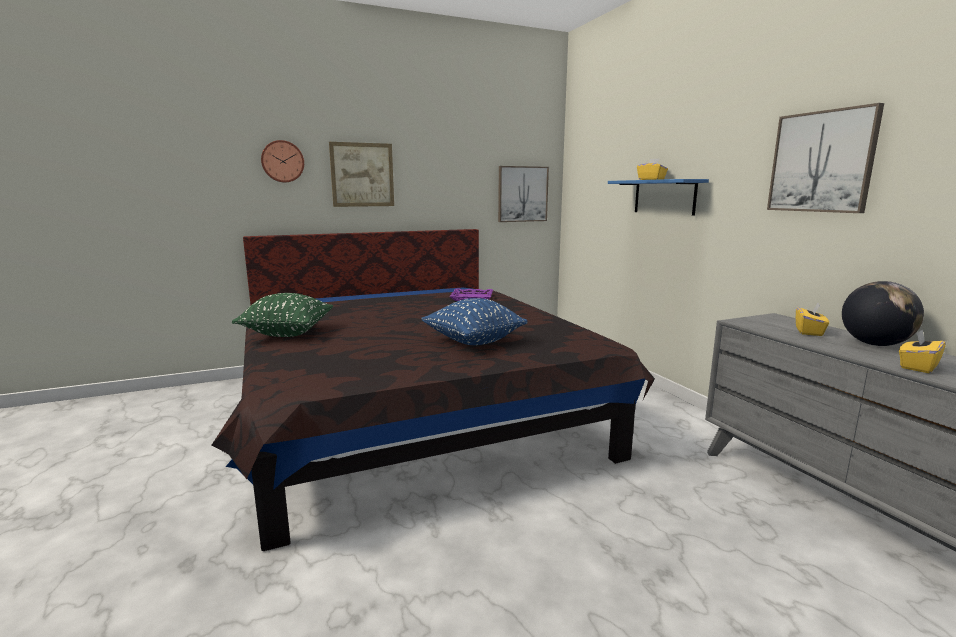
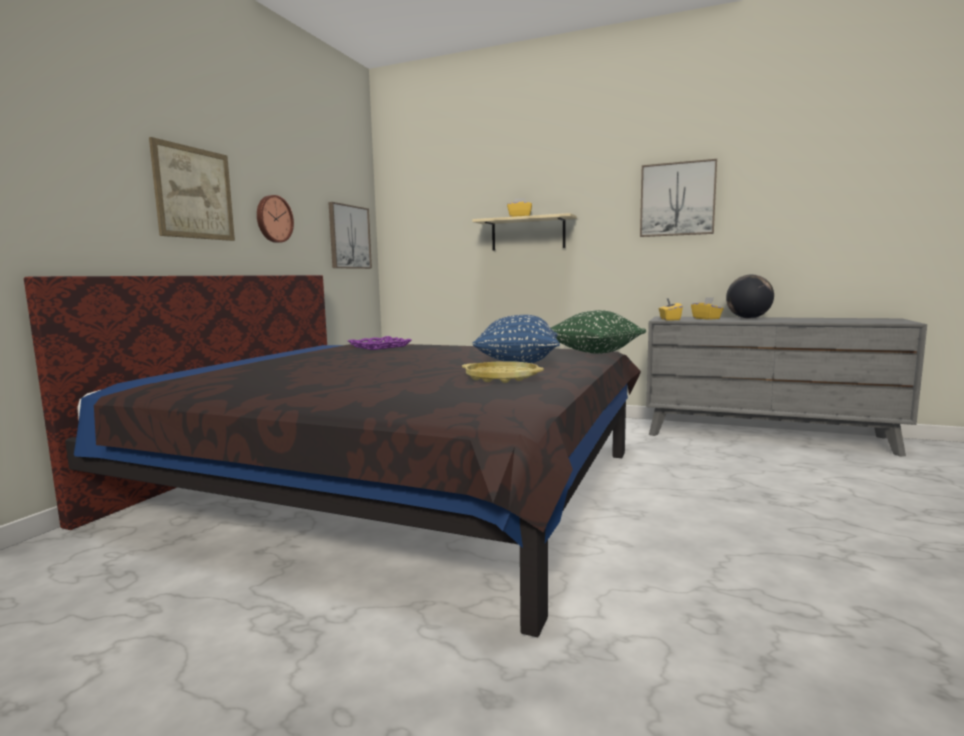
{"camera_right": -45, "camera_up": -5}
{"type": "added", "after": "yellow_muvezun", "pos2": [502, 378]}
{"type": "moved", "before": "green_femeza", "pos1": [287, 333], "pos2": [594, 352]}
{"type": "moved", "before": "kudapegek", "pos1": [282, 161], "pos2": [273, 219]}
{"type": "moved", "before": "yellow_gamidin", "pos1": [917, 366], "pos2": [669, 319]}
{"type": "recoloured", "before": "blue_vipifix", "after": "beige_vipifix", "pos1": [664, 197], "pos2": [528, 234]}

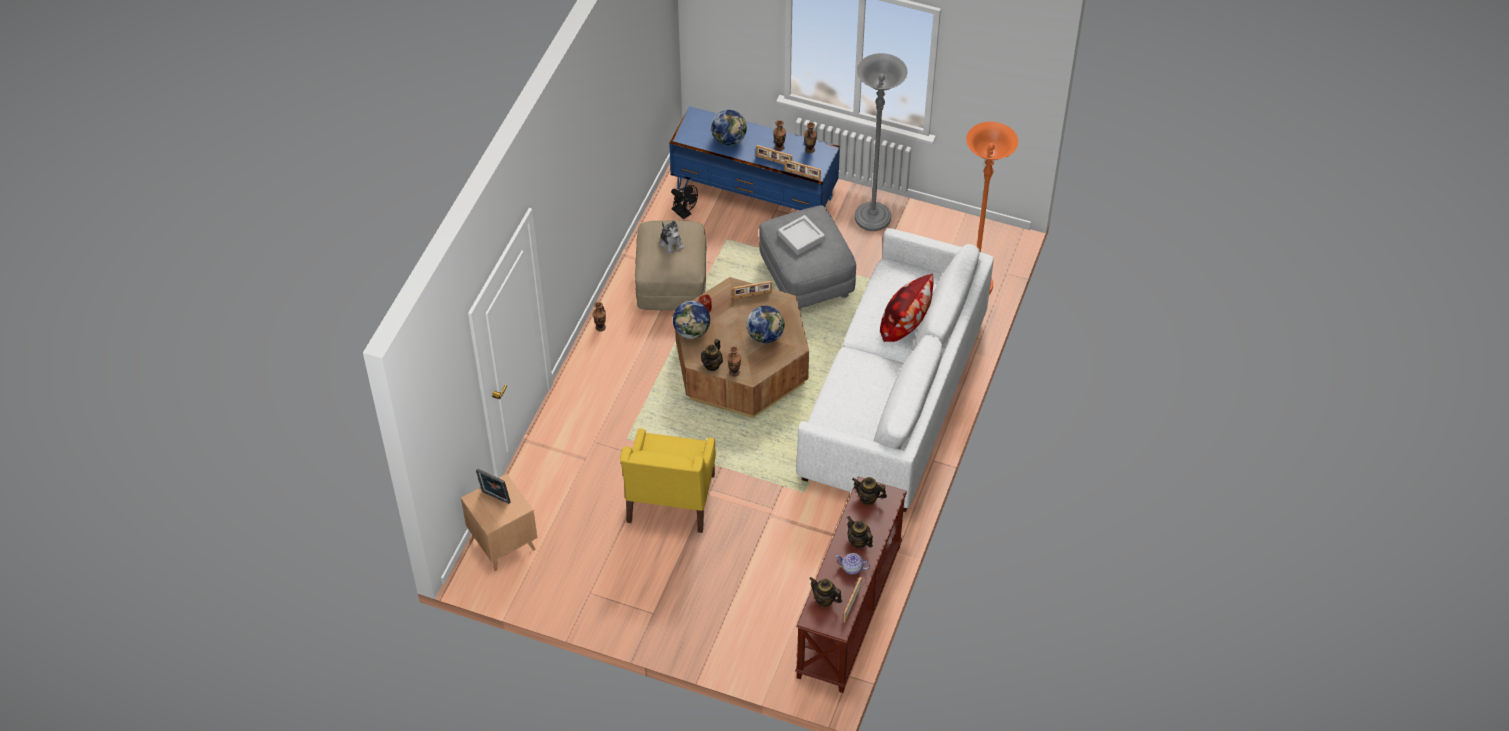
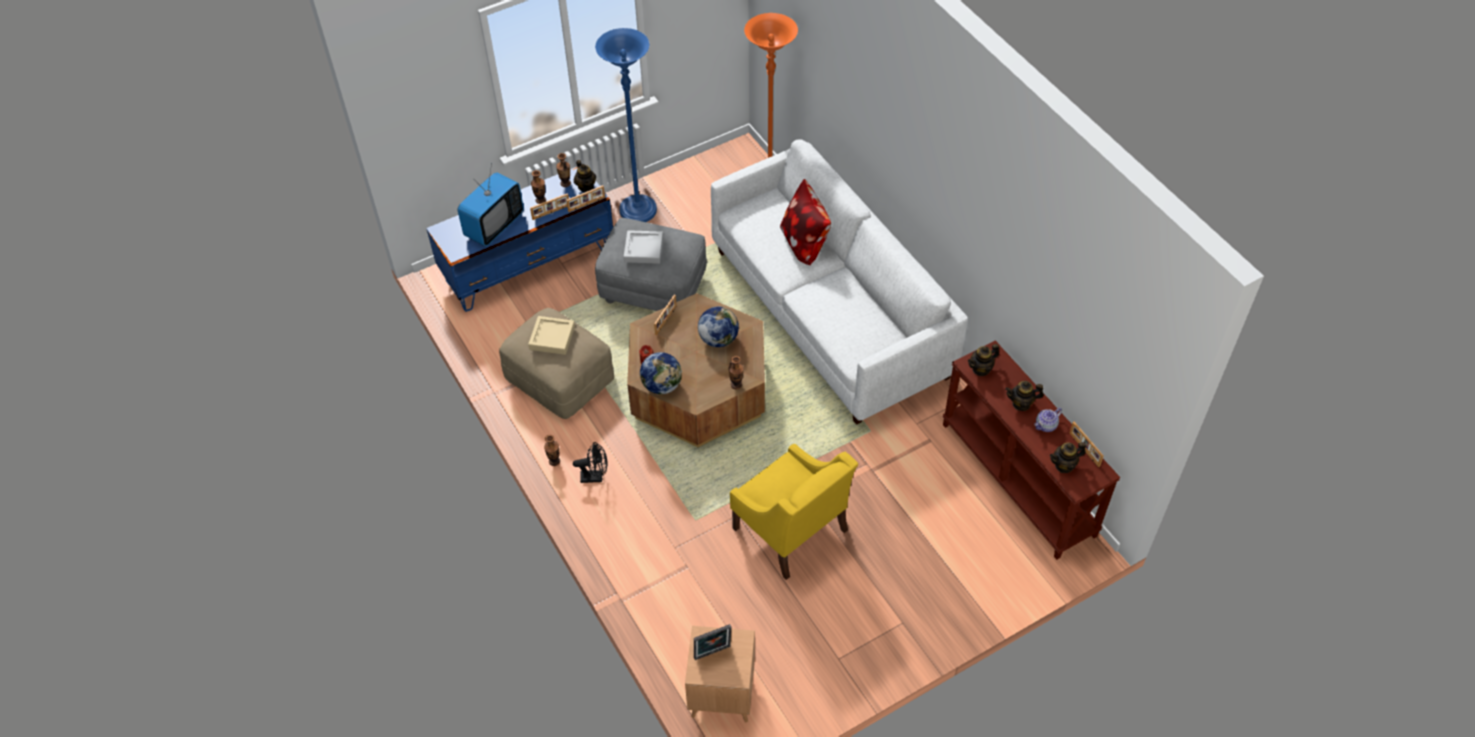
{"camera_right": -50, "camera_up": 0}
{"type": "moved", "before": "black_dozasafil", "pos1": [684, 213], "pos2": [595, 477]}
{"type": "moved", "before": "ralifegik", "pos1": [712, 364], "pos2": [586, 186]}
{"type": "replaced", "before": "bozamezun", "after": "beige_muvezun", "pos1": [671, 243], "pos2": [552, 338]}
{"type": "replaced", "before": "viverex", "after": "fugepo", "pos1": [729, 139], "pos2": [494, 225]}
{"type": "recoloured", "before": "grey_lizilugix", "after": "blue_lizilugix", "pos1": [872, 218], "pos2": [638, 211]}

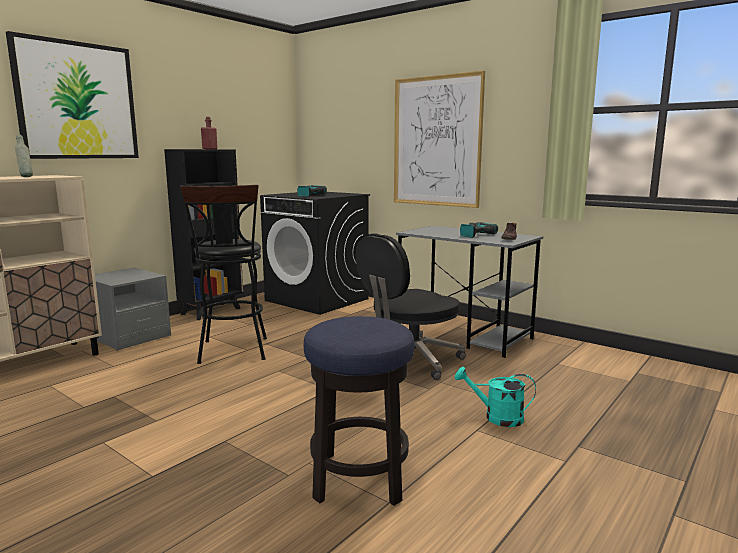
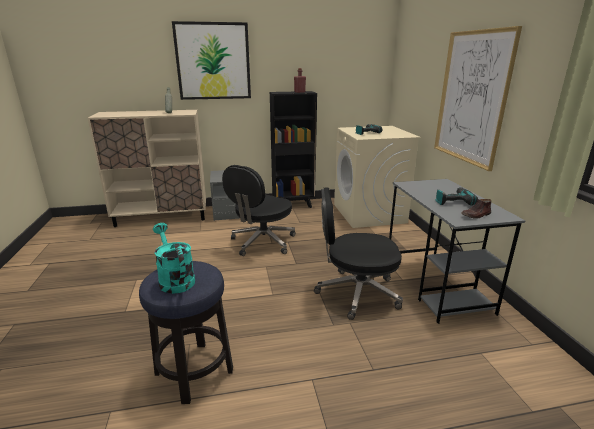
{"camera_right": 40, "camera_up": 10}
{"type": "moved", "before": "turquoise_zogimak", "pos1": [496, 417], "pos2": [174, 279]}
{"type": "replaced", "before": "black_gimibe", "after": "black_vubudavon", "pos1": [233, 352], "pos2": [262, 242]}
{"type": "recoloured", "before": "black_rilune", "after": "beige_rilune", "pos1": [317, 300], "pos2": [369, 213]}

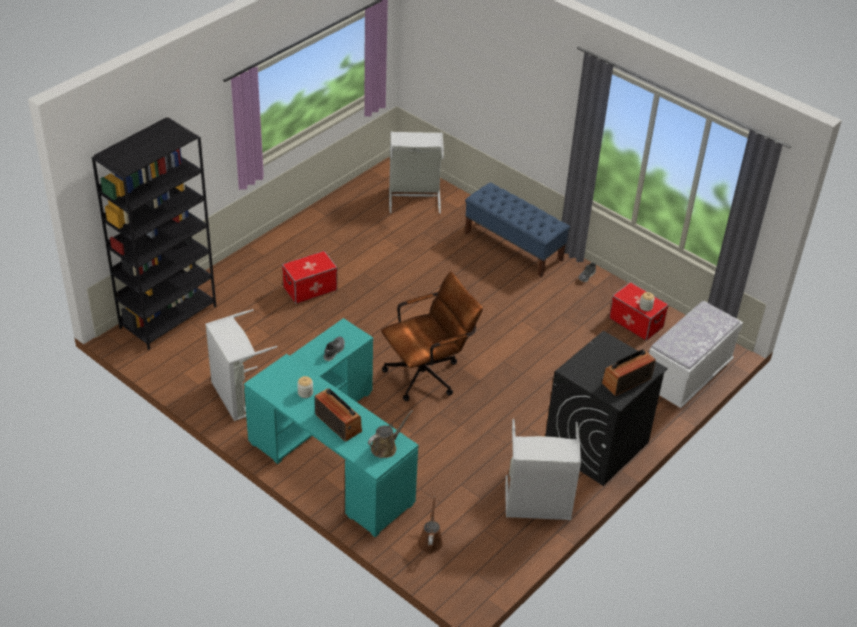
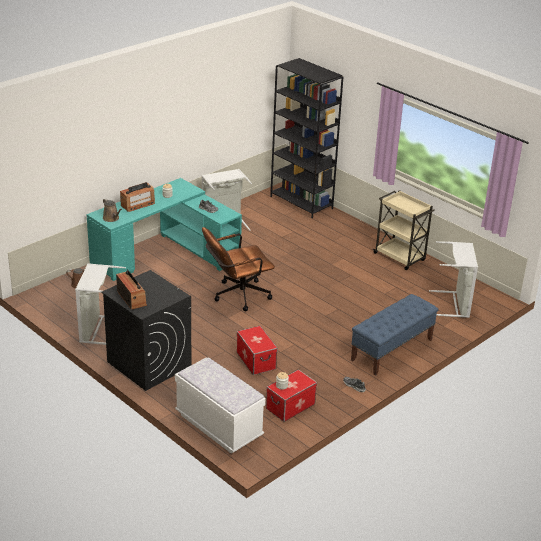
{"camera_right": 95, "camera_up": -10}
{"type": "added", "after": "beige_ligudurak", "pos2": [400, 257]}
{"type": "moved", "before": "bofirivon", "pos1": [310, 288], "pos2": [256, 360]}
{"type": "turned", "before": "brown_vubudavon", "pos1": [428, 373], "pos2": [237, 296], "turn": 90}

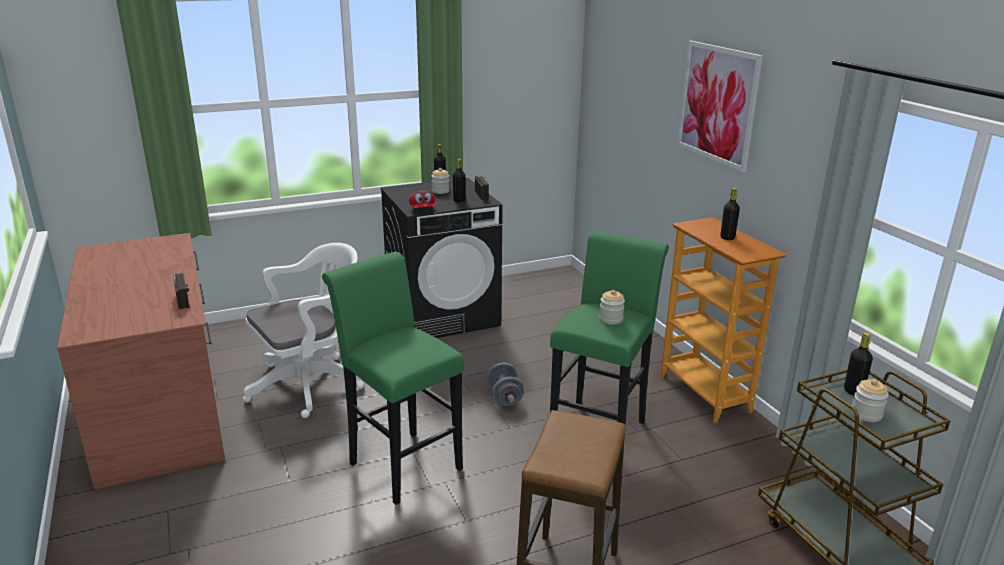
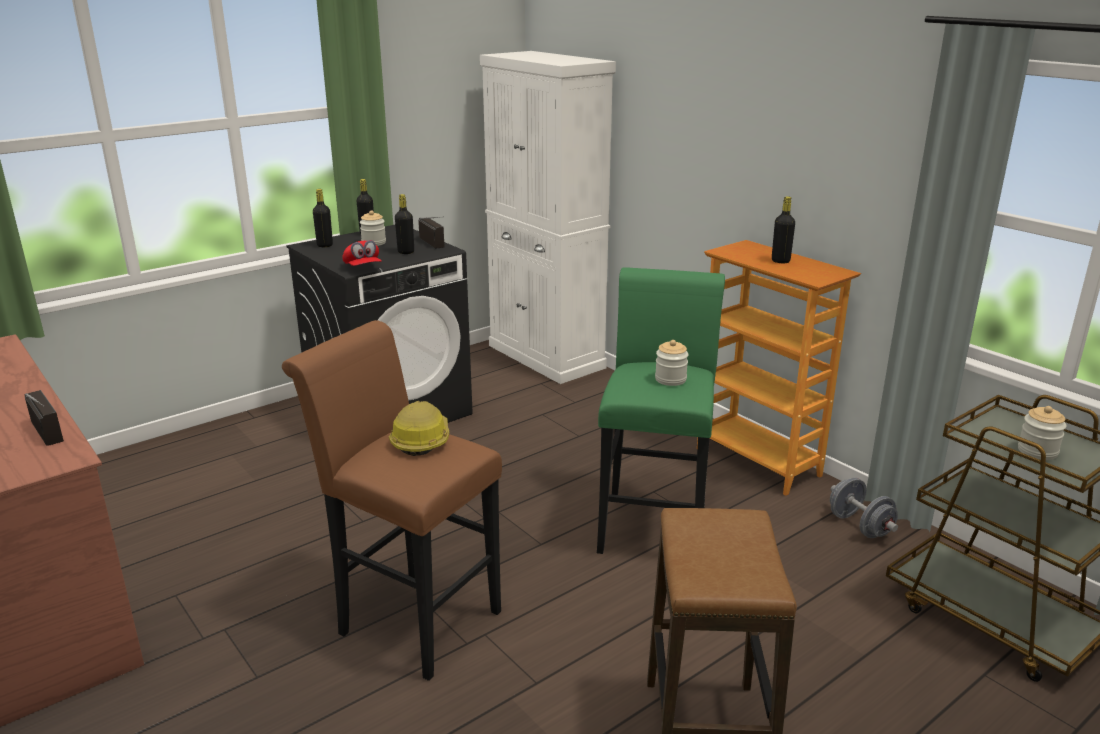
{"camera_right": -15, "camera_up": 0}
{"type": "removed", "before": "white_vubudavon", "pos1": [311, 383]}
{"type": "removed", "before": "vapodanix", "pos1": [717, 104]}
{"type": "added", "after": "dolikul", "pos2": [421, 440]}
{"type": "added", "after": "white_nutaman", "pos2": [546, 356]}
{"type": "moved", "before": "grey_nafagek", "pos1": [504, 397], "pos2": [859, 526]}
{"type": "moved", "before": "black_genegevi", "pos1": [853, 391], "pos2": [325, 245]}
{"type": "recoloured", "before": "green_gimibe", "after": "brown_gimibe", "pos1": [400, 462], "pos2": [411, 618]}

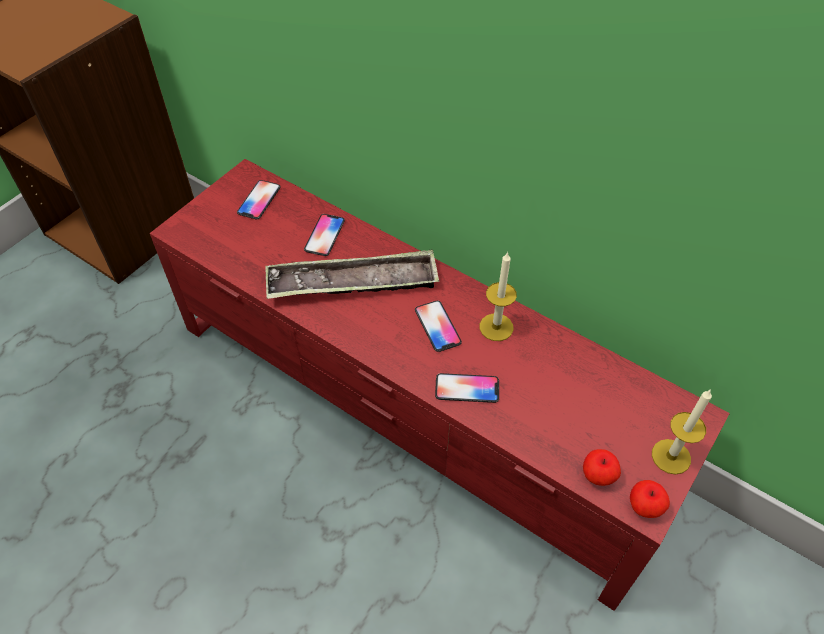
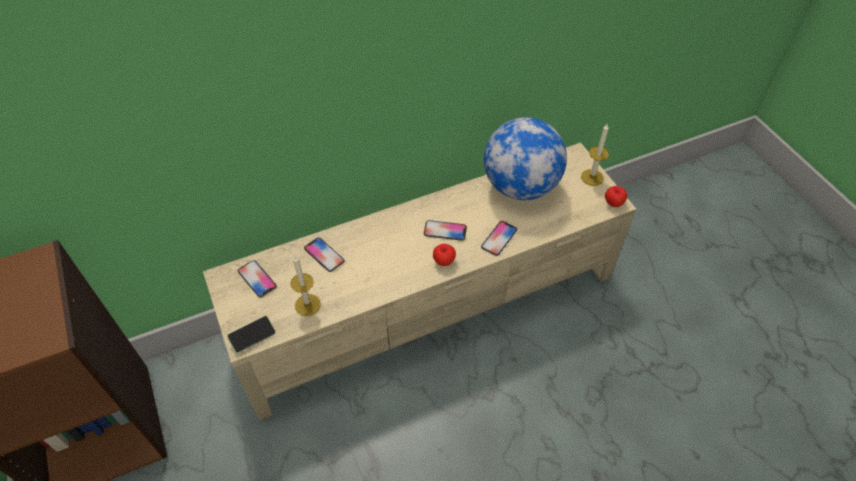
{"camera_right": -60, "camera_up": 0}
{"type": "removed", "before": "muvezun", "pos1": [353, 283]}
{"type": "added", "after": "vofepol", "pos2": [253, 337]}
{"type": "added", "after": "viverex", "pos2": [520, 186]}
{"type": "moved", "before": "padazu", "pos1": [496, 327], "pos2": [307, 305]}
{"type": "moved", "before": "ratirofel", "pos1": [598, 475], "pos2": [444, 261]}
{"type": "recoloured", "before": "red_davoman", "after": "beige_davoman", "pos1": [414, 408], "pos2": [429, 306]}

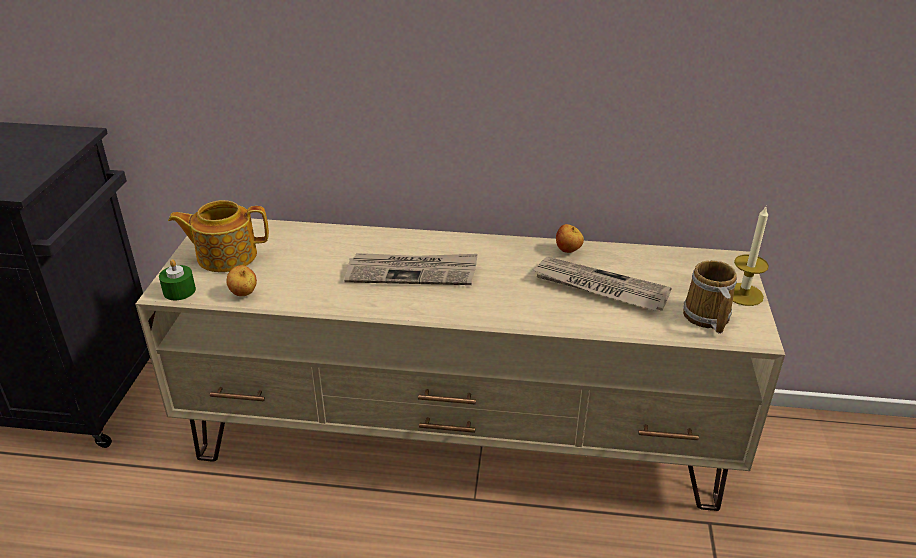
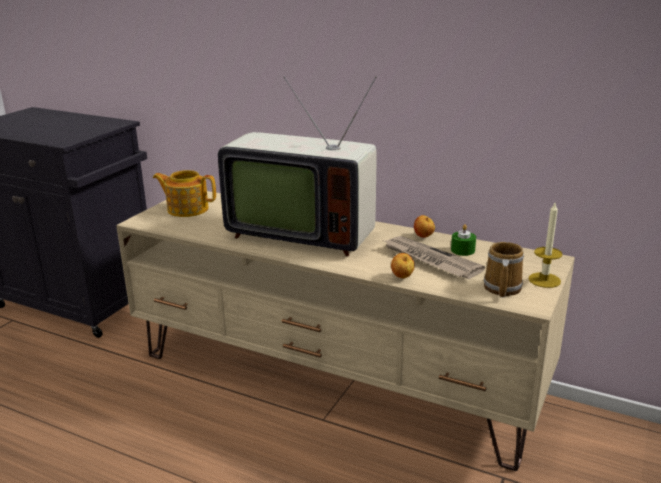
{"camera_right": 20, "camera_up": -10}
{"type": "moved", "before": "green_padazu", "pos1": [179, 291], "pos2": [462, 250]}
{"type": "moved", "before": "ratirofel", "pos1": [244, 294], "pos2": [402, 277]}
{"type": "replaced", "before": "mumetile", "after": "fugepo", "pos1": [412, 272], "pos2": [301, 233]}

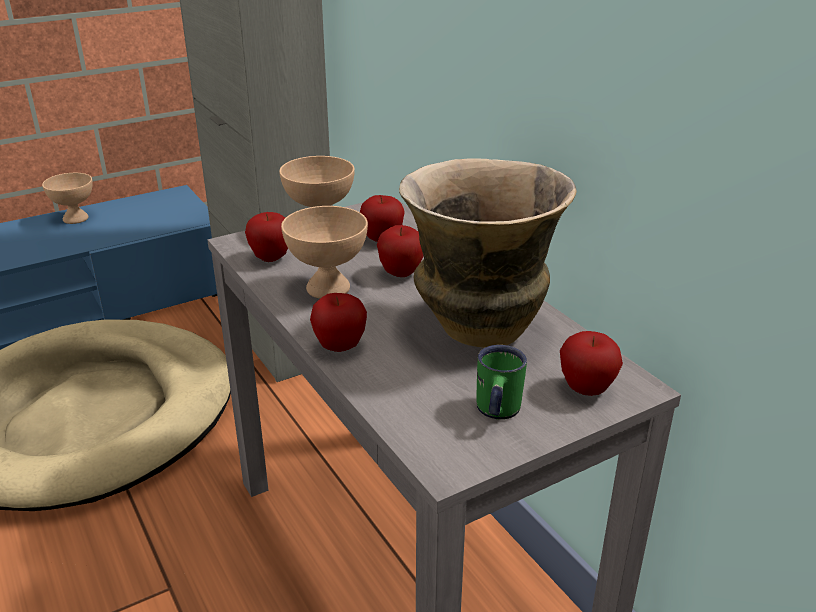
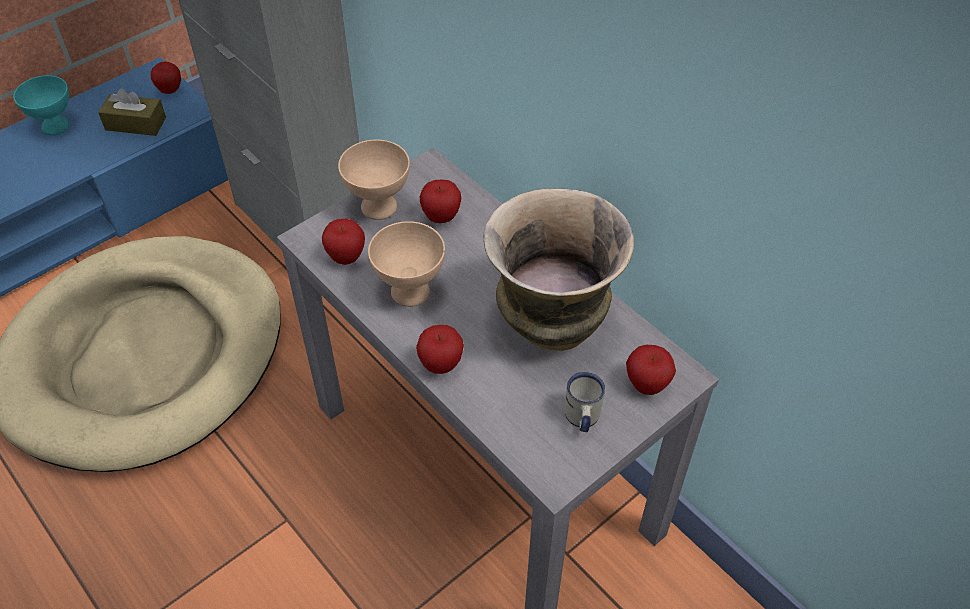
{"camera_right": -10, "camera_up": 20}
{"type": "added", "after": "brown_gamidin", "pos2": [135, 124]}
{"type": "moved", "before": "ratirofel", "pos1": [400, 273], "pos2": [170, 90]}
{"type": "recoloured", "before": "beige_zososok", "after": "turquoise_zososok", "pos1": [75, 219], "pos2": [55, 127]}
{"type": "recoloured", "before": "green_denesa", "after": "white_denesa", "pos1": [496, 412], "pos2": [581, 419]}

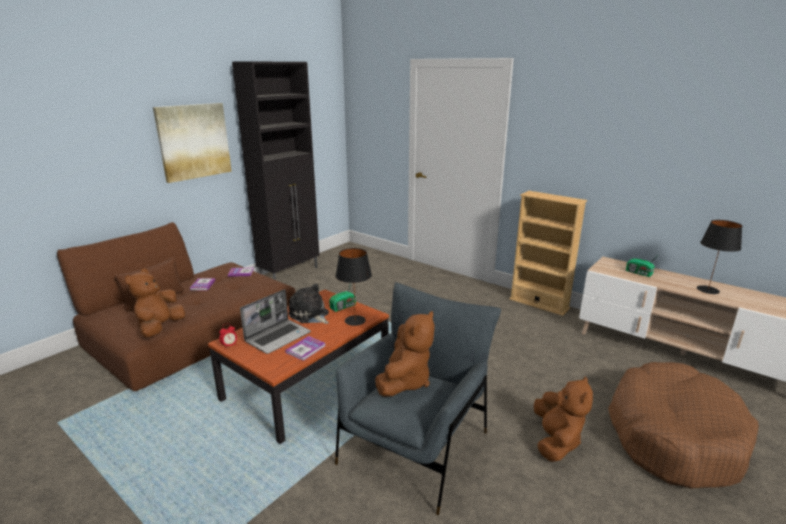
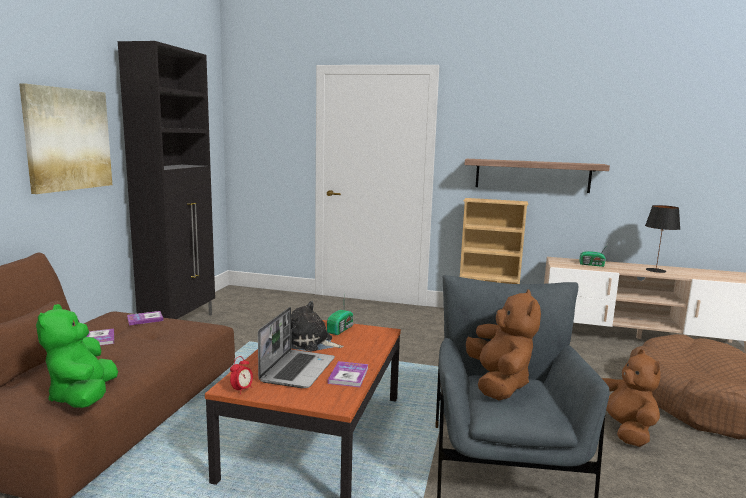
{"camera_right": -25, "camera_up": -10}
{"type": "removed", "before": "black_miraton", "pos1": [355, 320]}
{"type": "added", "after": "vipifix", "pos2": [532, 175]}
{"type": "recoloured", "before": "brown_bozamezun", "after": "green_bozamezun", "pos1": [160, 328], "pos2": [83, 397]}

